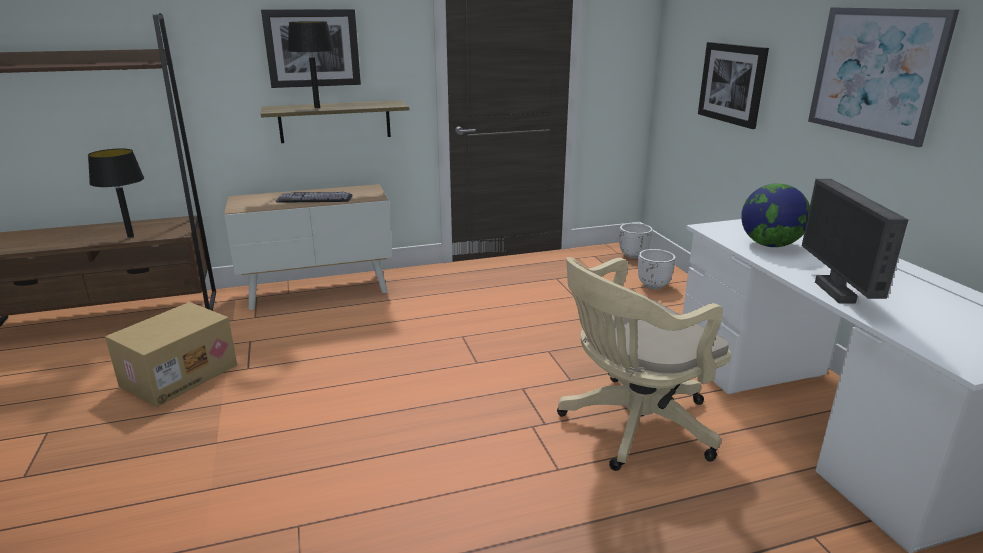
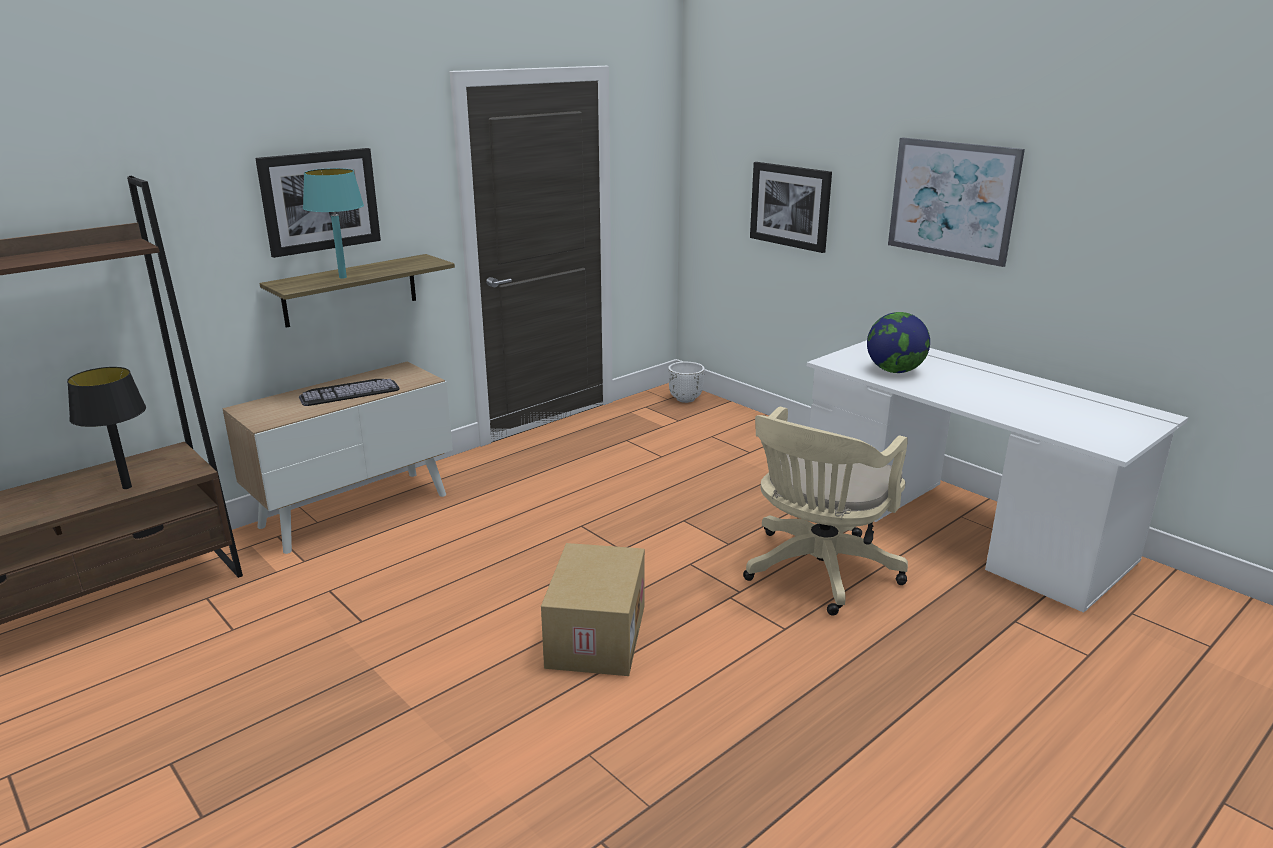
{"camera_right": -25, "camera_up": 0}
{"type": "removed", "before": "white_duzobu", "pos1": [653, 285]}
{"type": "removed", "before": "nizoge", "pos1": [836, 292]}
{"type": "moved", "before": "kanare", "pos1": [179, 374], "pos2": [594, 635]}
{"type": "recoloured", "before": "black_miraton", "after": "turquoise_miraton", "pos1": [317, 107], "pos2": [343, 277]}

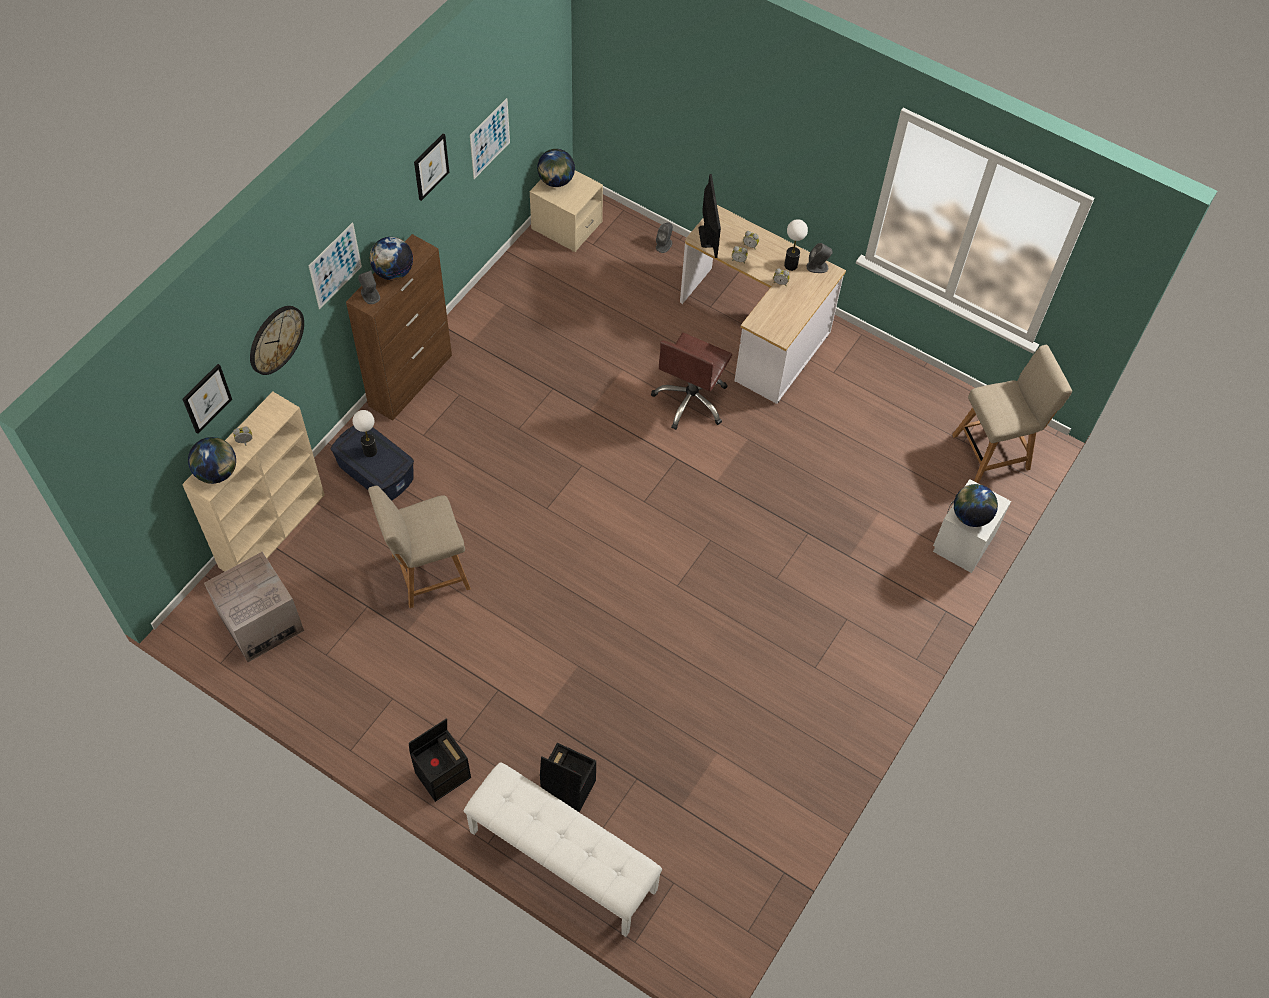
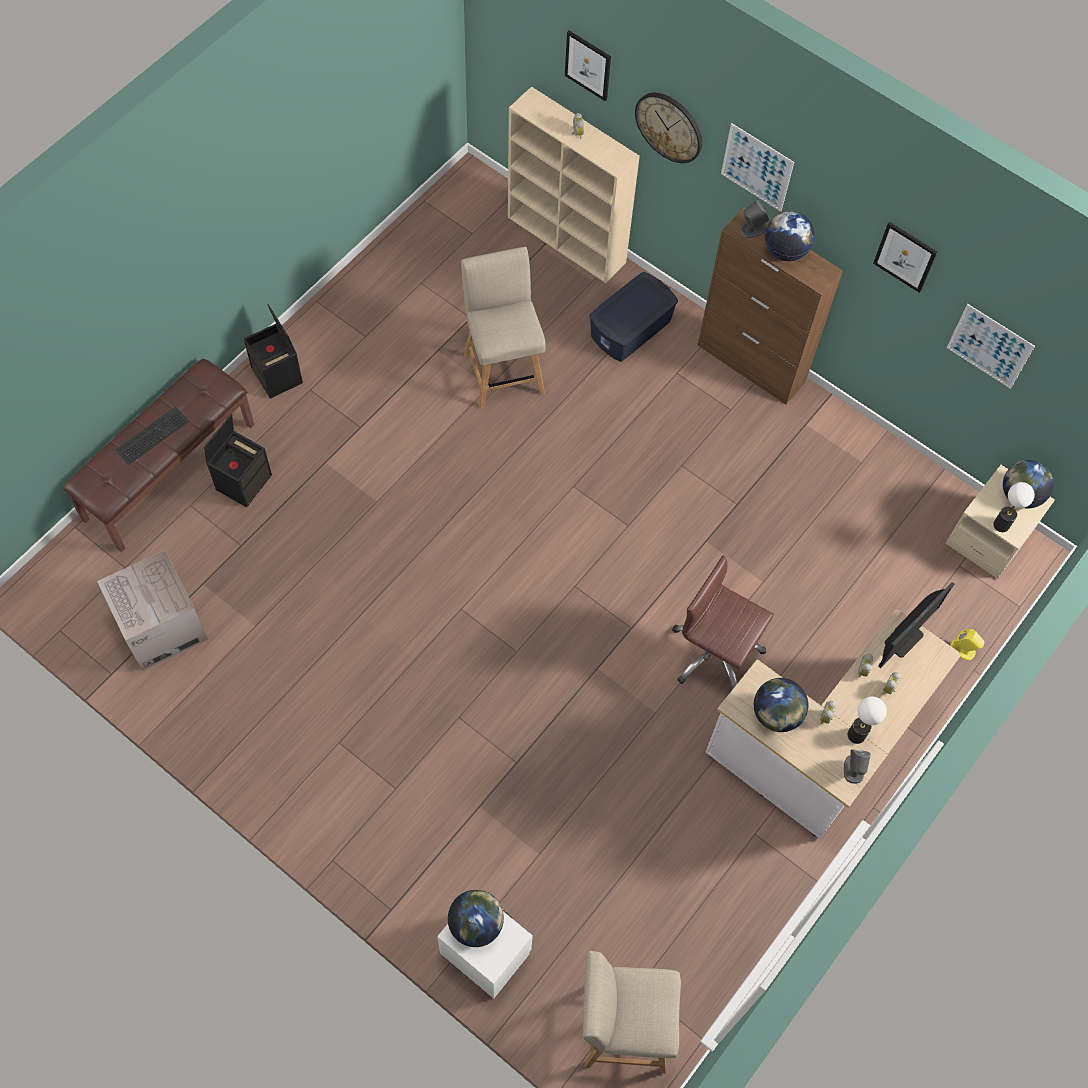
{"camera_right": 95, "camera_up": 5}
{"type": "added", "after": "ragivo", "pos2": [152, 434]}
{"type": "moved", "before": "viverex", "pos1": [217, 472], "pos2": [776, 714]}
{"type": "moved", "before": "kanare", "pos1": [261, 623], "pos2": [161, 626]}
{"type": "moved", "before": "miraton", "pos1": [370, 451], "pos2": [1001, 525]}
{"type": "recoloured", "before": "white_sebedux", "after": "brown_sebedux", "pos1": [561, 861], "pos2": [168, 470]}
{"type": "recoloured", "before": "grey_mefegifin", "after": "yellow_mefegifin", "pos1": [664, 245], "pos2": [963, 649]}
{"type": "turned", "before": "nizoge", "pos1": [708, 236], "pos2": [903, 638], "turn": -45}
{"type": "turned", "before": "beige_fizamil", "pos1": [994, 451], "pos2": [621, 1027], "turn": 105}

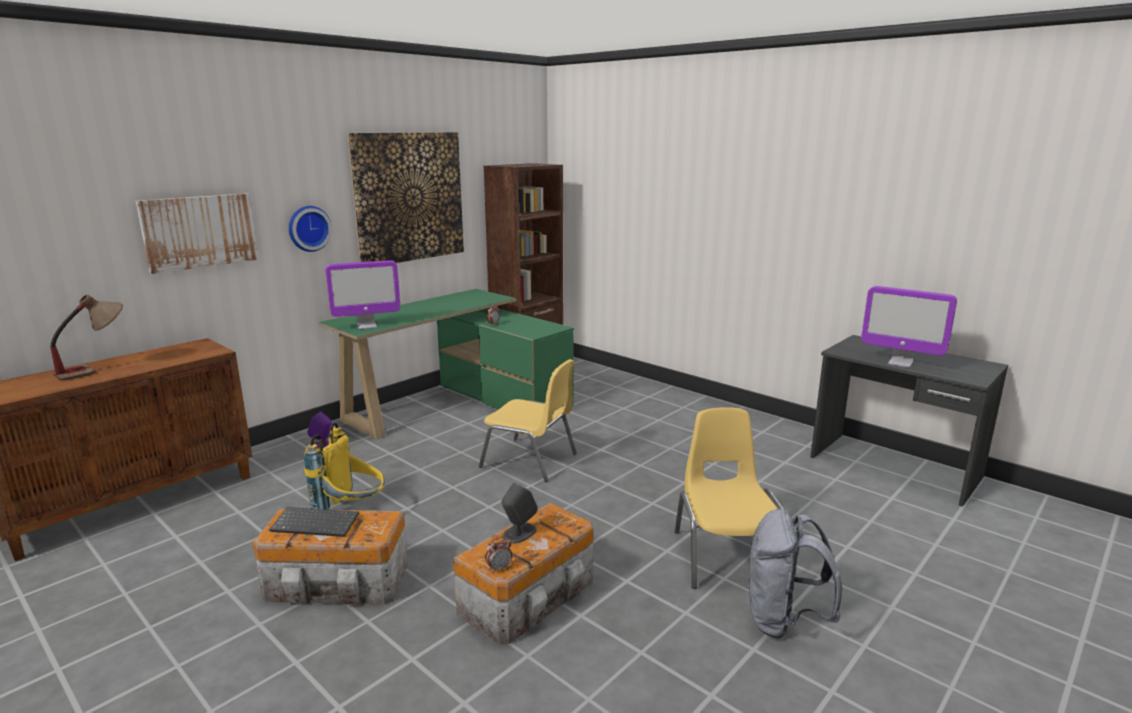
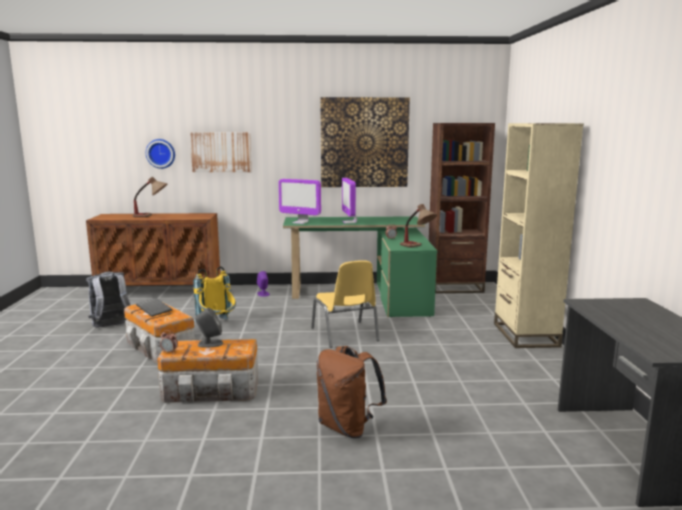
{"camera_right": 45, "camera_up": -5}
{"type": "added", "after": "miraton", "pos2": [418, 247]}
{"type": "added", "after": "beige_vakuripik", "pos2": [525, 335]}
{"type": "moved", "before": "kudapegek", "pos1": [308, 228], "pos2": [161, 153]}
{"type": "moved", "before": "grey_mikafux", "pos1": [783, 621], "pos2": [111, 326]}
{"type": "moved", "before": "nizoge", "pos1": [900, 363], "pos2": [349, 222]}
{"type": "replaced", "before": "yellow_fizamil", "after": "brown_mikafux", "pos1": [726, 555], "pos2": [347, 427]}

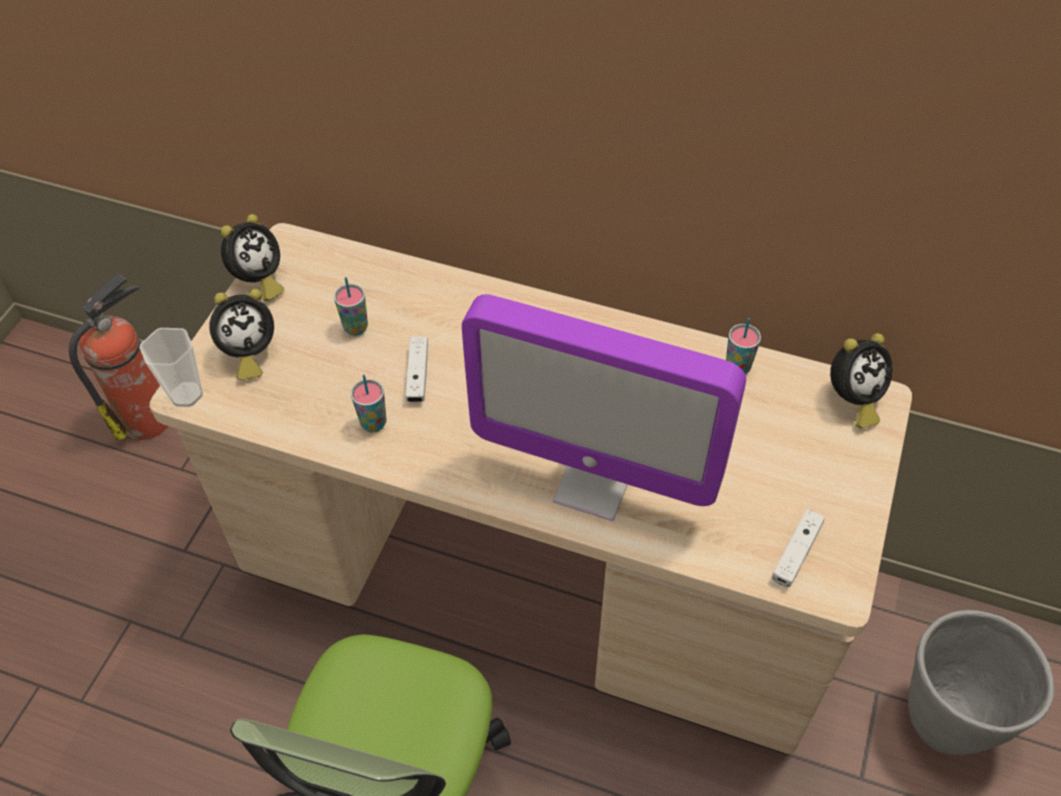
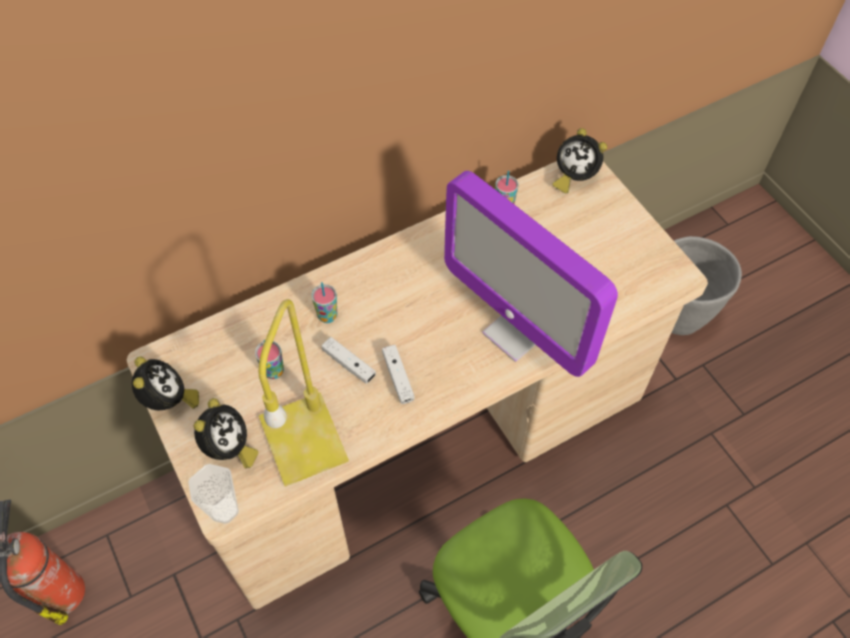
{"camera_right": -50, "camera_up": 5}
{"type": "added", "after": "yellow_miraton", "pos2": [301, 437]}
{"type": "moved", "before": "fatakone", "pos1": [373, 423], "pos2": [327, 316]}
{"type": "moved", "before": "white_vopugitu", "pos1": [796, 553], "pos2": [398, 377]}
{"type": "turned", "before": "nizoge", "pos1": [594, 483], "pos2": [516, 332], "turn": 75}
{"type": "turned", "before": "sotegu", "pos1": [852, 400], "pos2": [573, 177], "turn": 105}

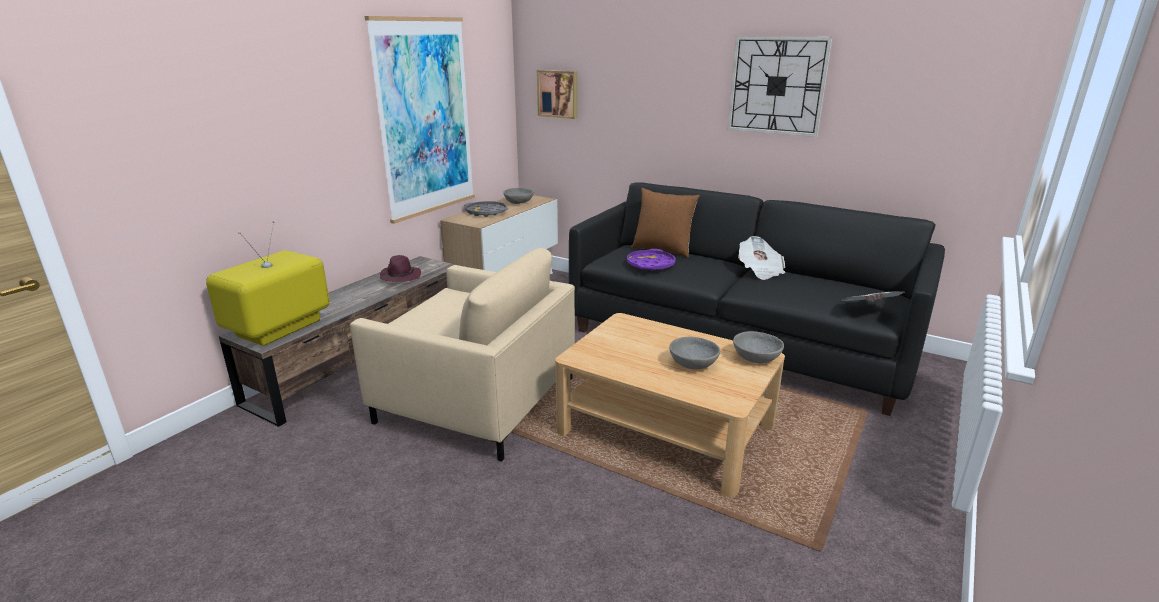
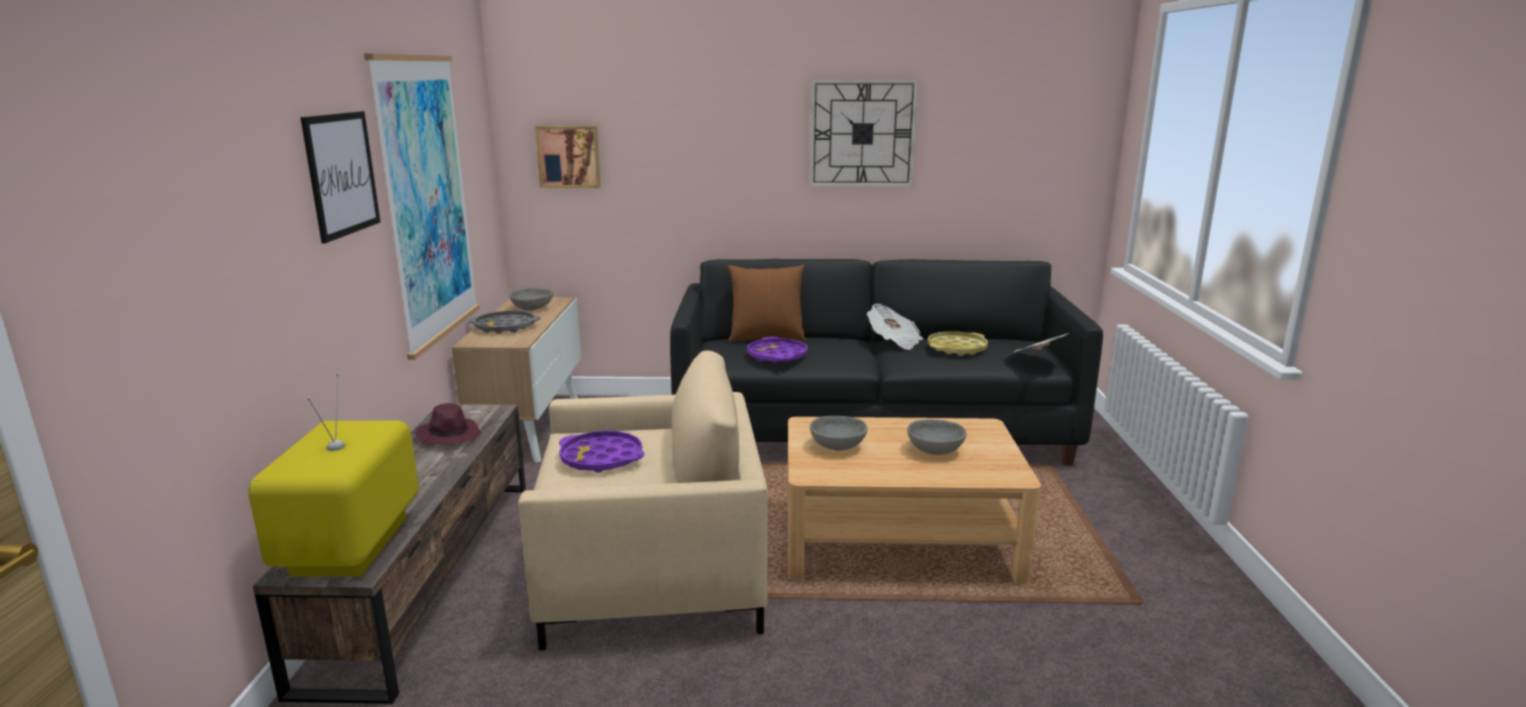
{"camera_right": -30, "camera_up": -5}
{"type": "added", "after": "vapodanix", "pos2": [342, 174]}
{"type": "added", "after": "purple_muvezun", "pos2": [601, 458]}
{"type": "added", "after": "yellow_muvezun", "pos2": [957, 348]}
{"type": "moved", "before": "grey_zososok", "pos1": [757, 358], "pos2": [838, 446]}

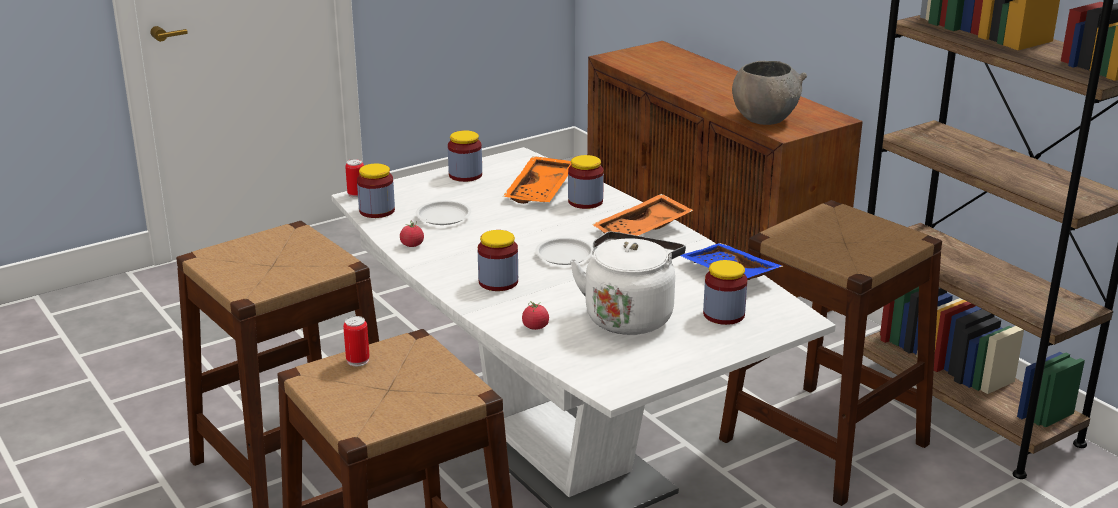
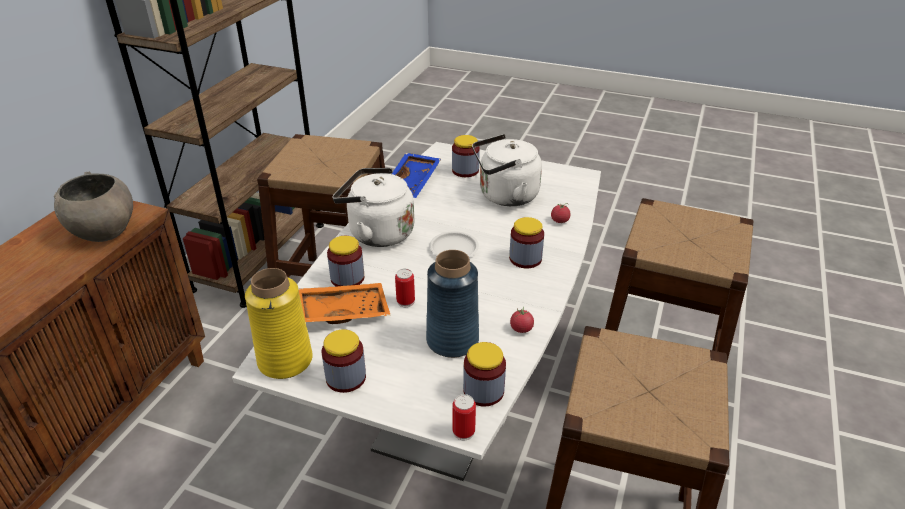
{"camera_right": -125, "camera_up": 10}
{"type": "added", "after": "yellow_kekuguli", "pos2": [285, 360]}
{"type": "moved", "before": "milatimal", "pos1": [358, 360], "pos2": [405, 301]}
{"type": "replaced", "before": "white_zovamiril", "after": "blue_kekuguli", "pos1": [443, 217], "pos2": [453, 341]}
{"type": "replaced", "before": "orange_muvezun", "after": "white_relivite", "pos1": [643, 230], "pos2": [377, 233]}

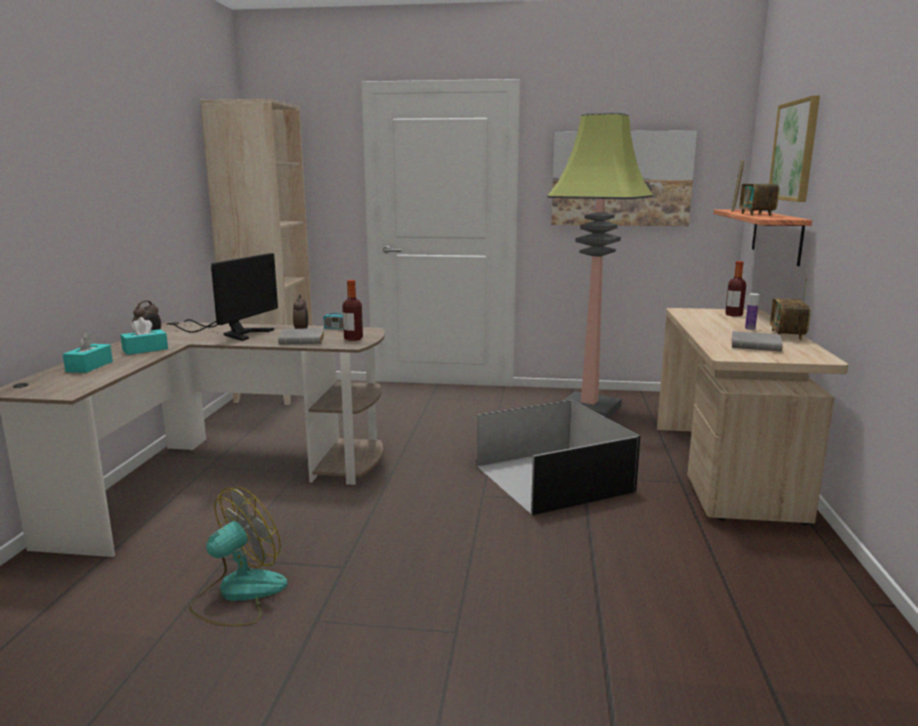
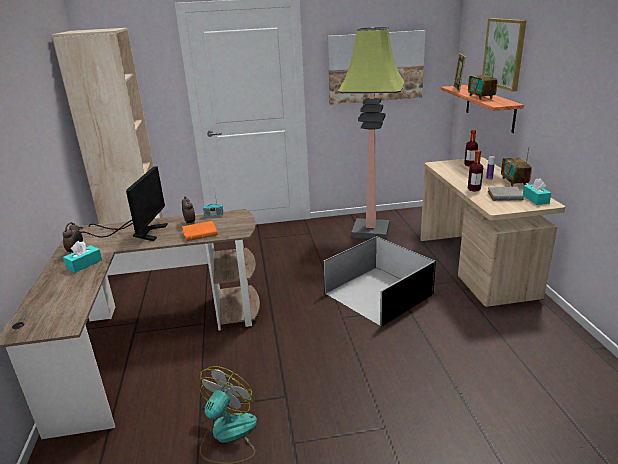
{"camera_right": -15, "camera_up": 10}
{"type": "moved", "before": "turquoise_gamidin", "pos1": [89, 366], "pos2": [535, 199]}
{"type": "moved", "before": "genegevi", "pos1": [353, 339], "pos2": [474, 189]}
{"type": "recoloured", "before": "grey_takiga", "after": "orange_takiga", "pos1": [303, 341], "pos2": [201, 233]}

